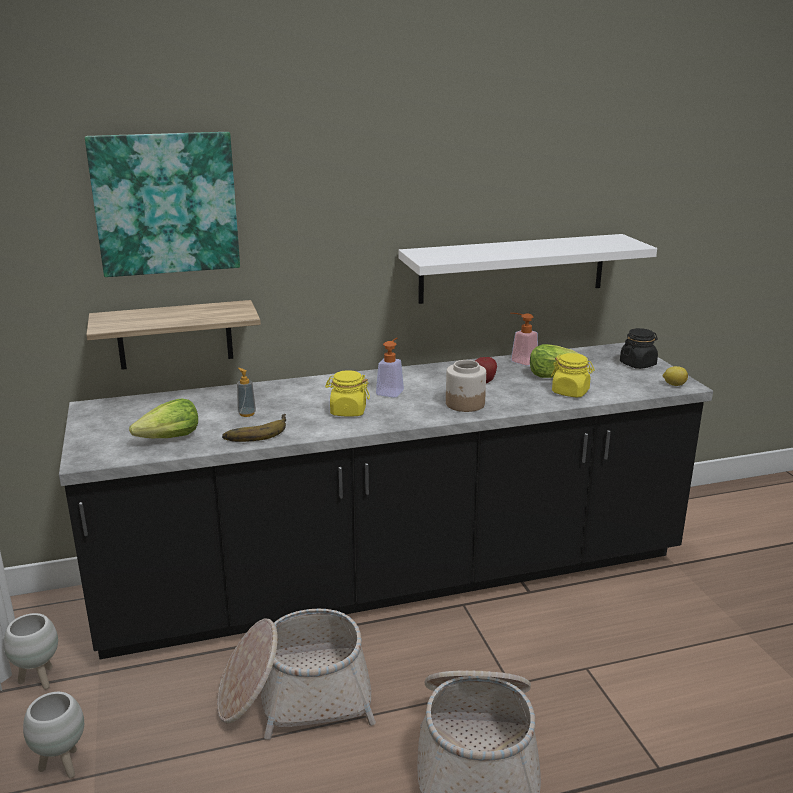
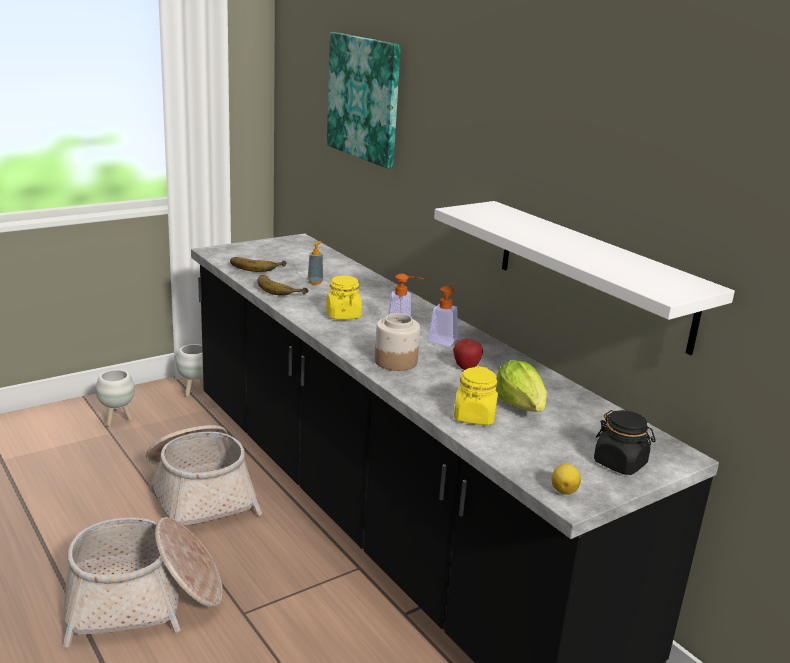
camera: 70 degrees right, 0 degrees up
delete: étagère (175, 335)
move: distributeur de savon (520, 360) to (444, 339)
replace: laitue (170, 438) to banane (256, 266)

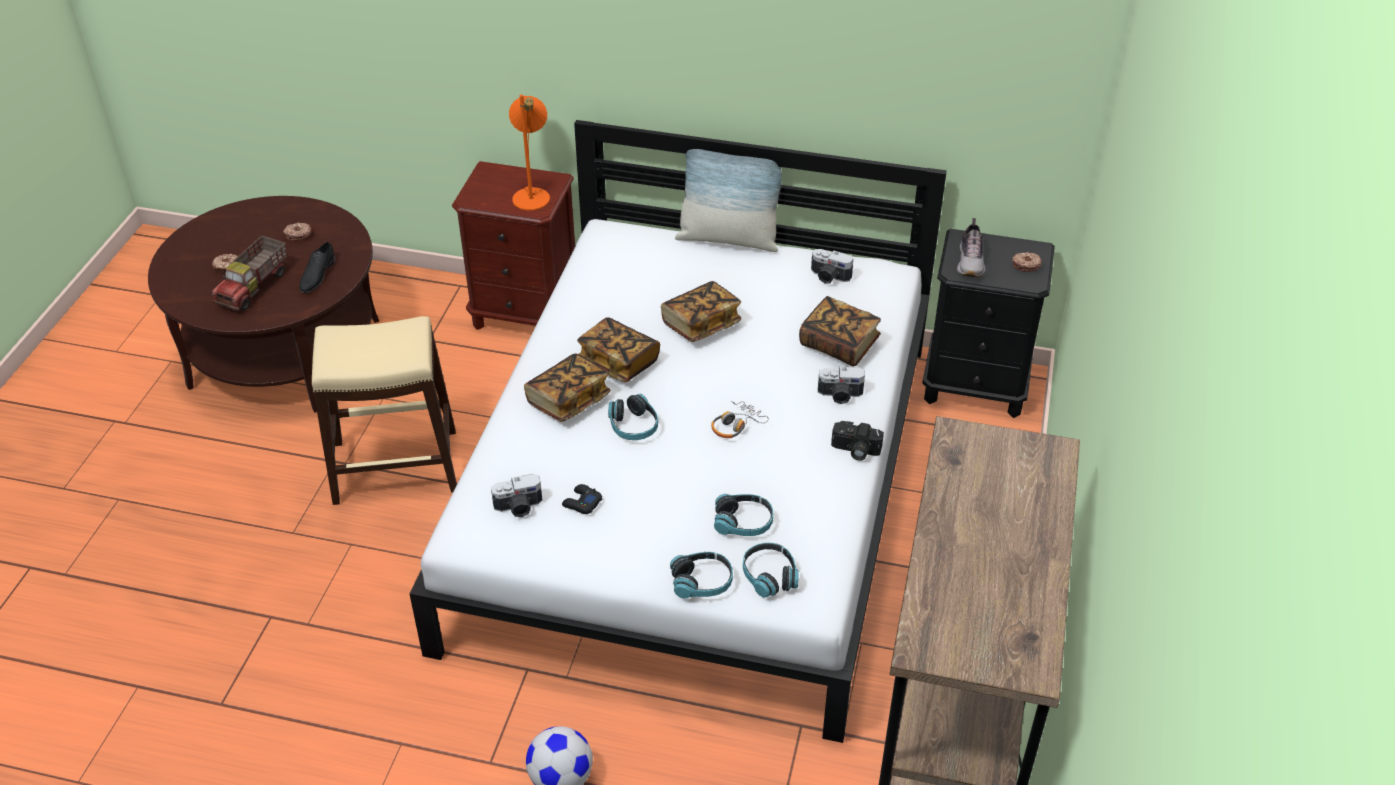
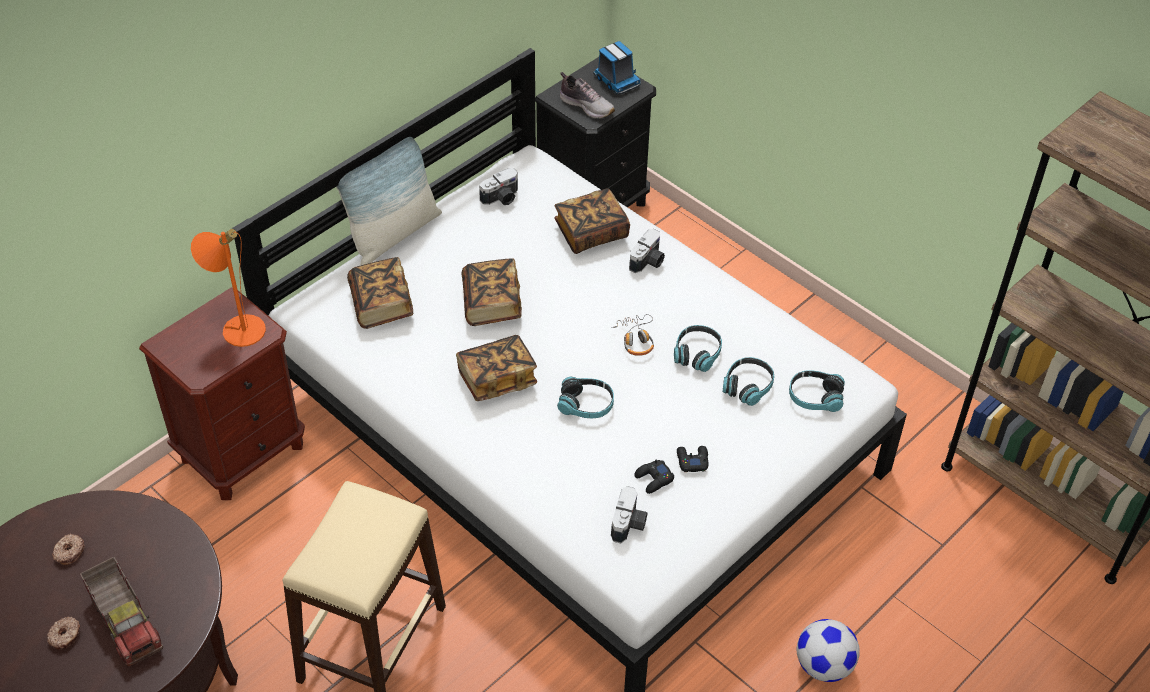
camera: 60 degrees left, 5 degrees up
delete: chaussure [noir] (317, 275); appareil photo (855, 450)
insert: manette [noir] (692, 460)
move: livre (568, 400) to (381, 304); casque audio (702, 582) to (697, 354)
replace: beignet (1026, 265) to camion jouet (616, 80)

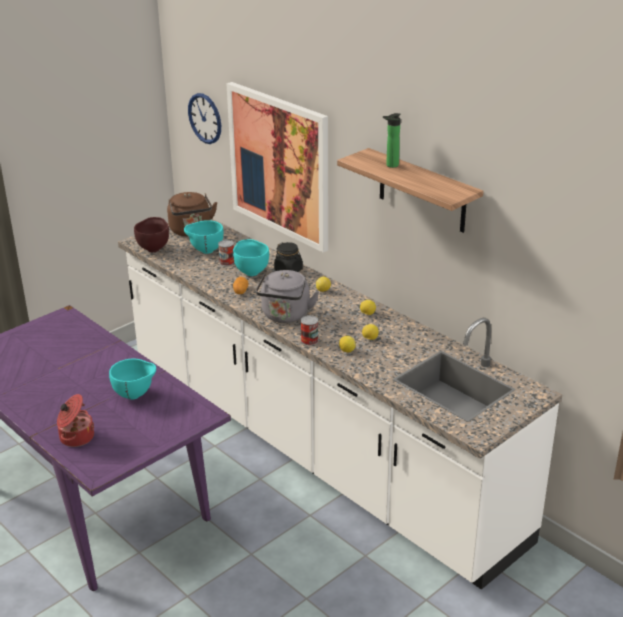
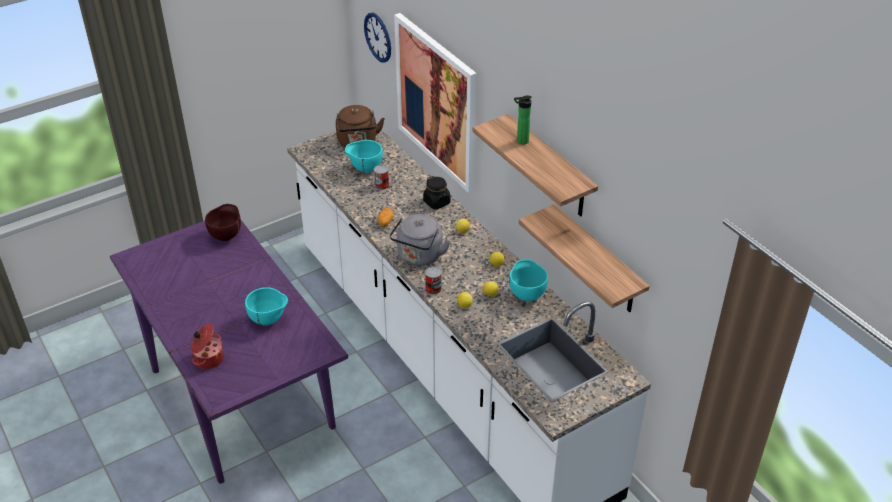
camera: 10 degrees right, 10 degrees up
insert: étagère (597, 261)
move: bol [marron] (154, 248) to (226, 236); bol [turquoise] (251, 272) to (526, 295)

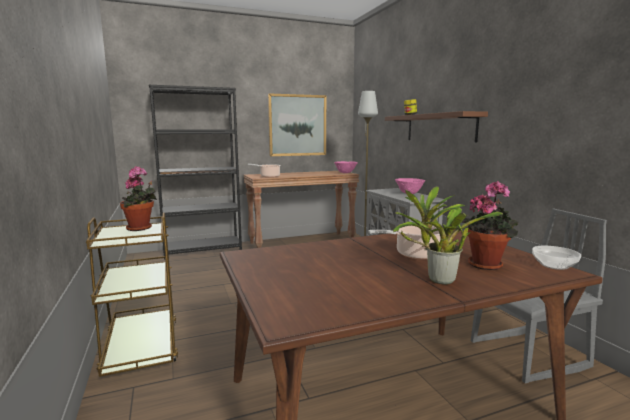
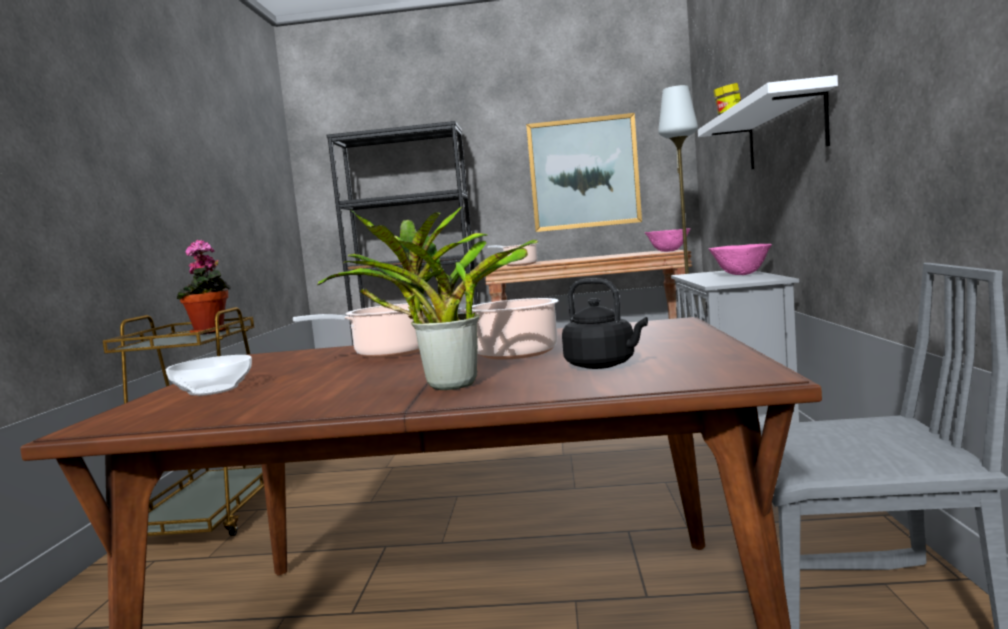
camera: 25 degrees right, 5 degrees down
insert: marmite (387, 353)
move: bol (553, 265) to (214, 390)
replace: plante en pot (487, 264) to bouilloire [noir] (603, 365)
recolor: étagère [marron] (439, 128) to étagère [blanc] (784, 132)

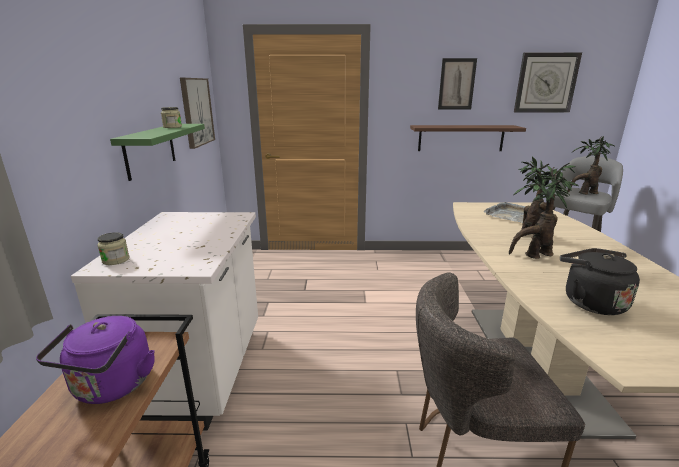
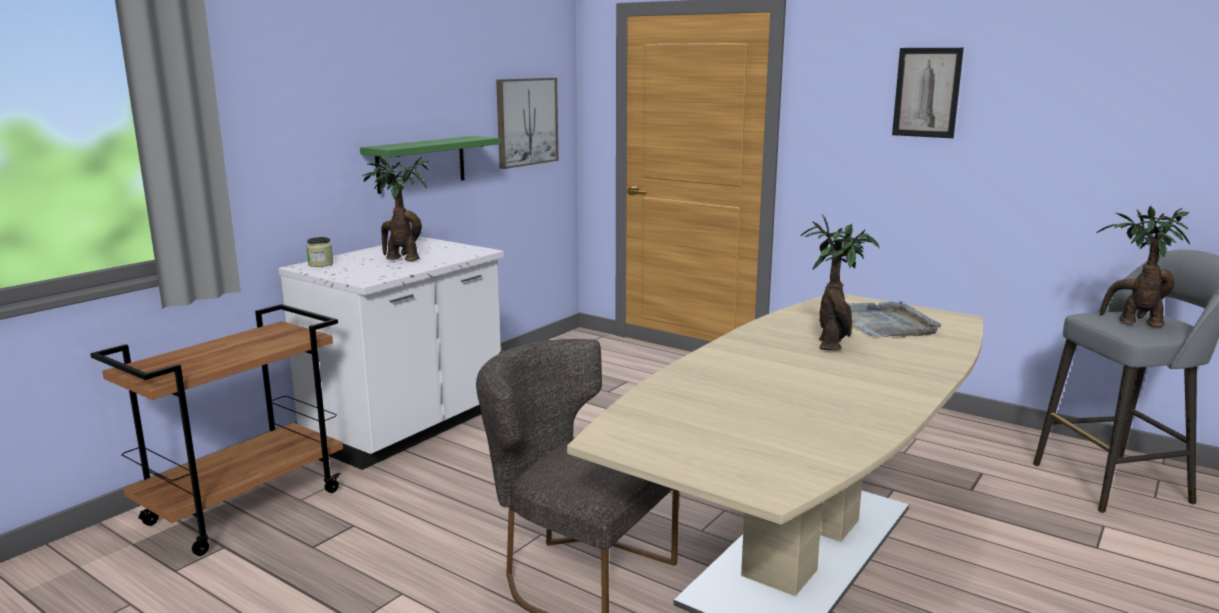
camera: 35 degrees right, 5 degrees down
delete: bouilloire [violet] (111, 387); bocal (172, 127); étagère (461, 138); horloge murale (546, 83); bouilloire [noir] (590, 302)
move: plante en pot (534, 255) to (400, 259)

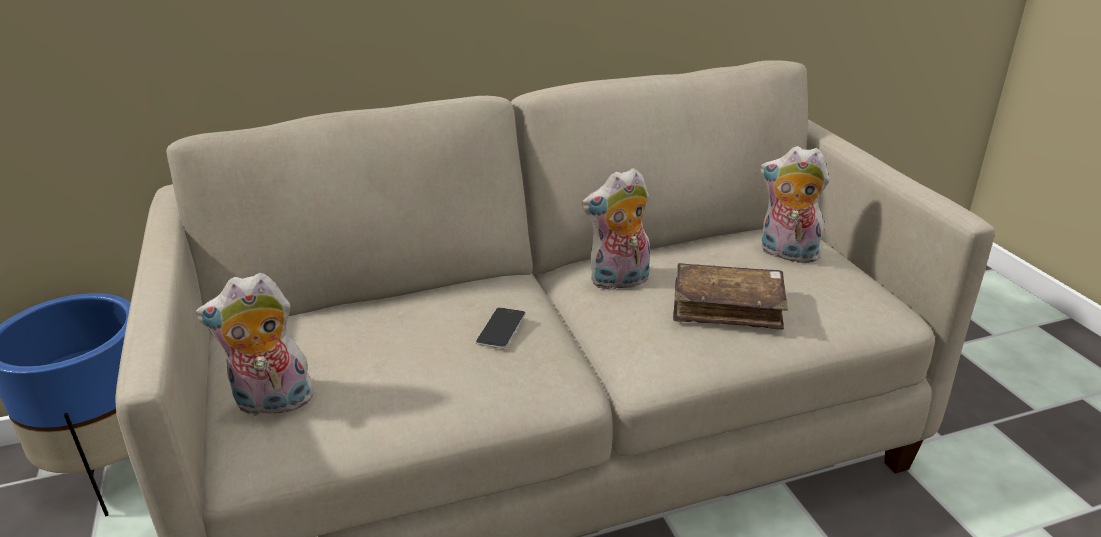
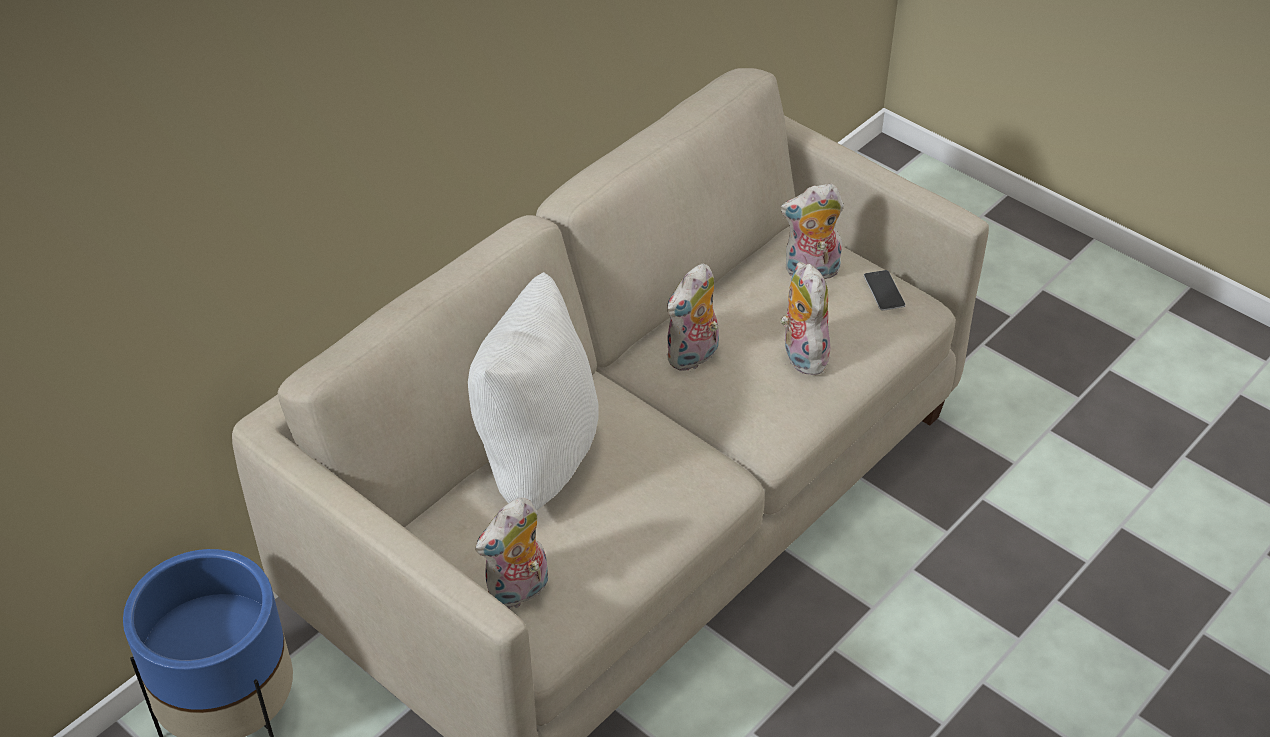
camera: 30 degrees left, 15 degrees up
insert: coussin [blanc] (535, 459)
move: téléphone (501, 328) to (884, 290)
replace: livre [marron] (727, 307) to peluche (801, 354)

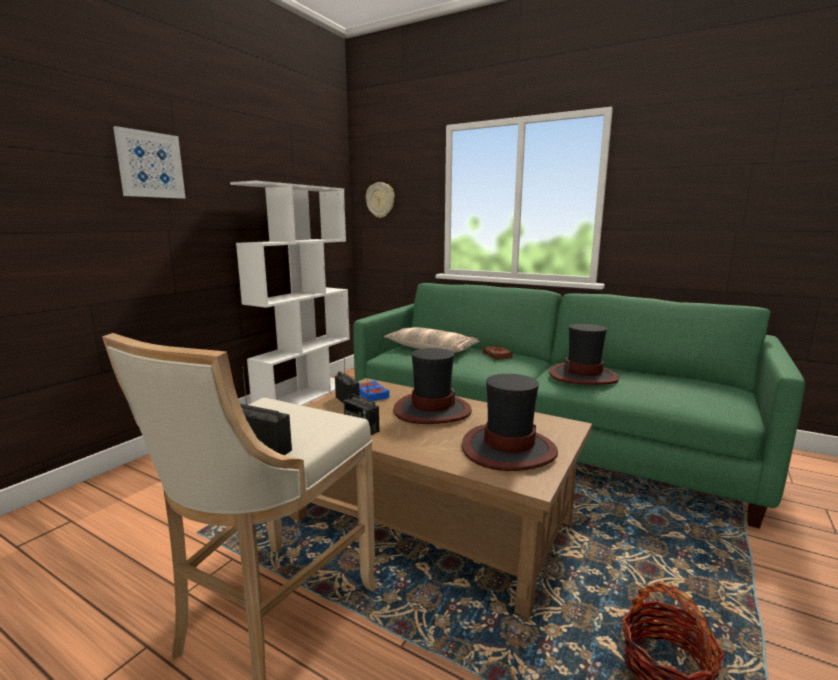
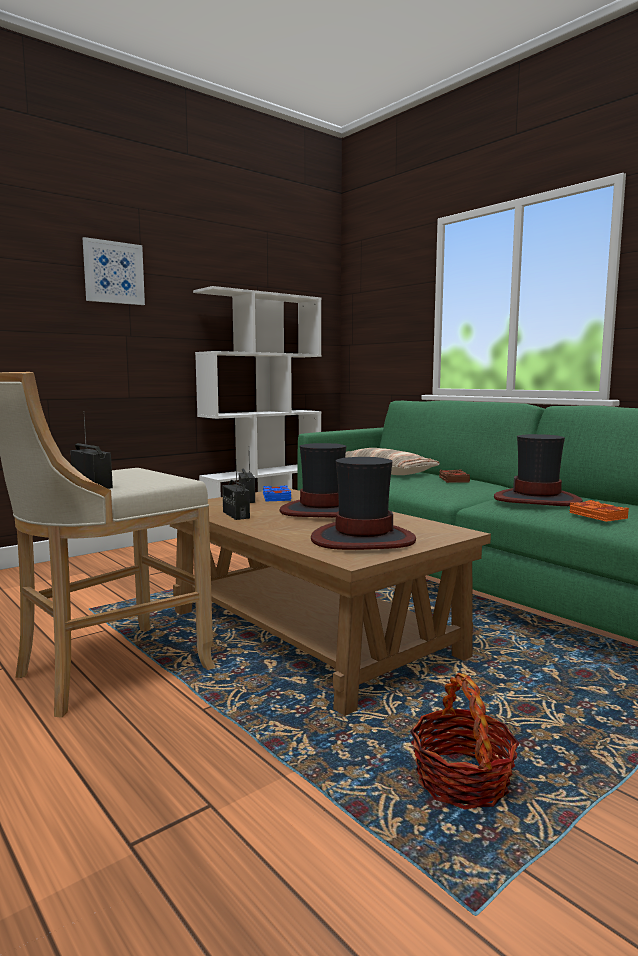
camera: 20 degrees right, 5 degrees down
delete: horloge murale (380, 200)
insert: livre [orange] (597, 516)

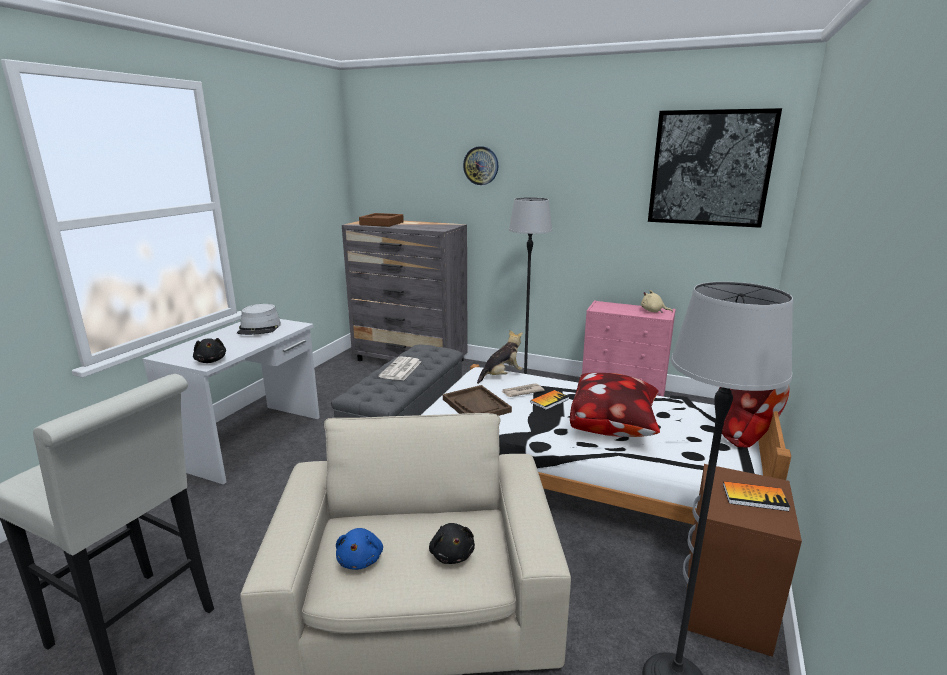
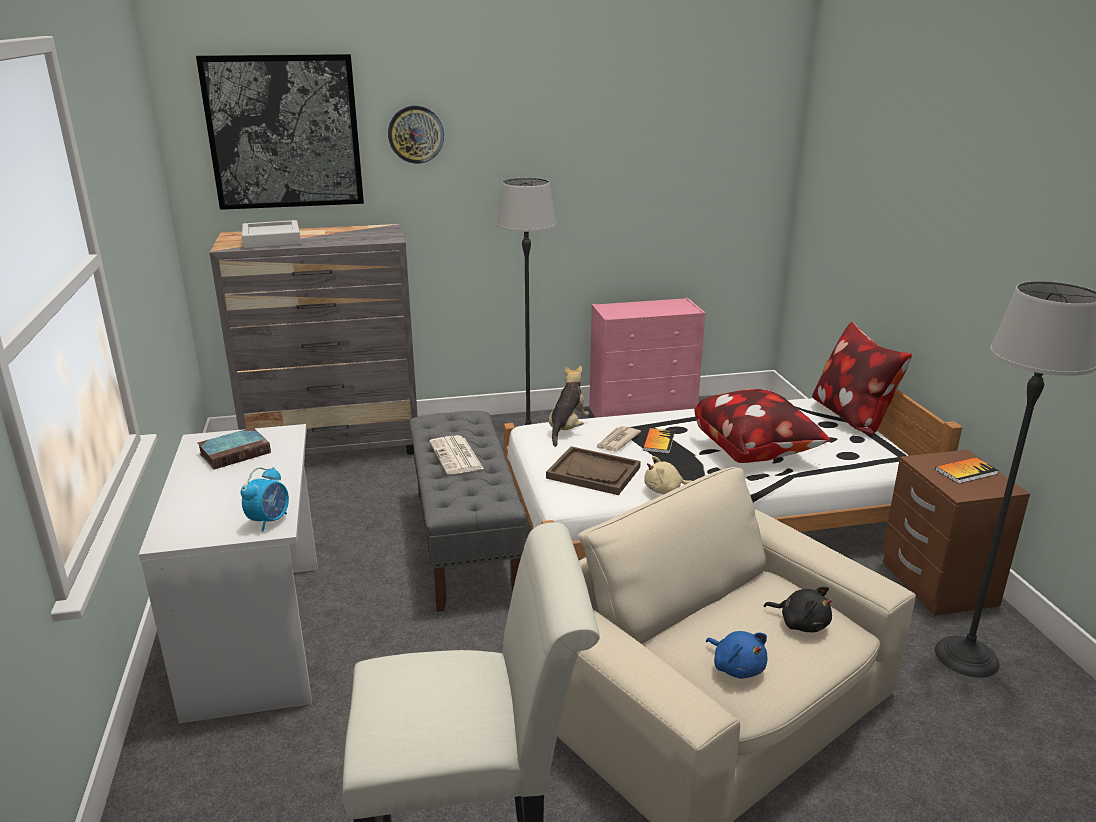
camera: 35 degrees left, 5 degrees up
move: peluche [beige] (653, 311) to (665, 490); tableau (710, 168) to (284, 132)
replace: peluche [noir] (211, 361) to réveil (269, 520); chapeau [gris] (259, 328) to livre (236, 452)
recolor: plateau [marron] (381, 223) to plateau [gris] (272, 240)

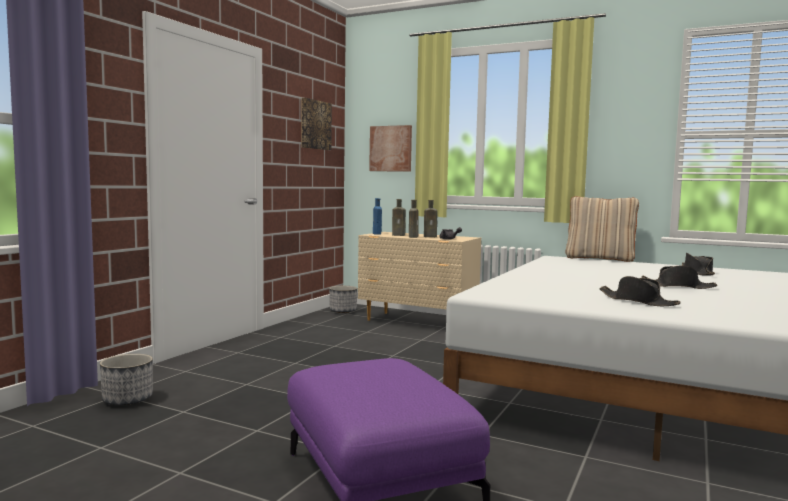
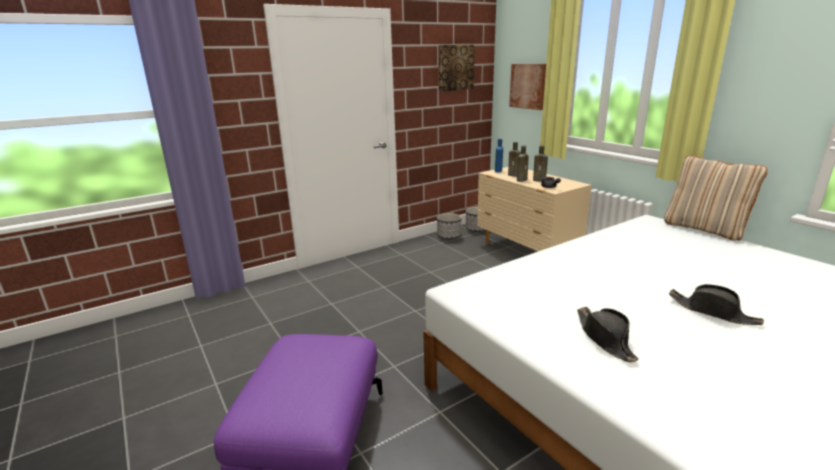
camera: 30 degrees right, 15 degrees up
delete: chapeau [noir] (697, 272)
move: cache-pot (128, 400) to (449, 236)

